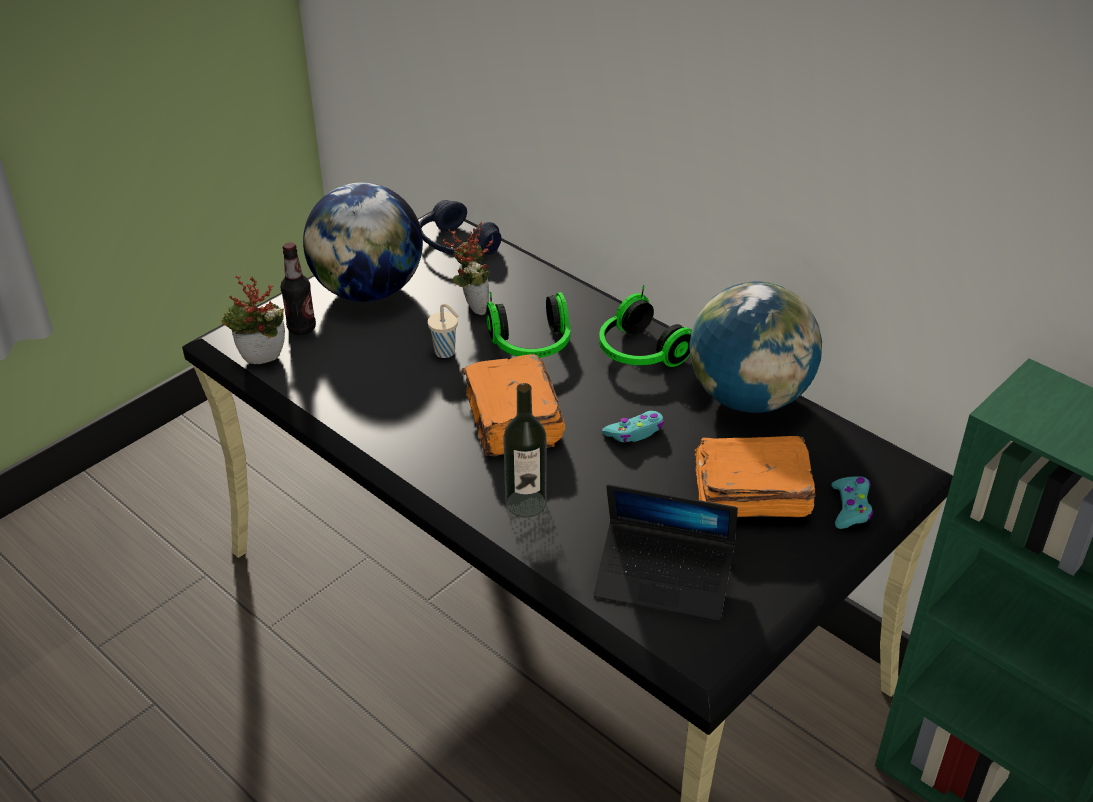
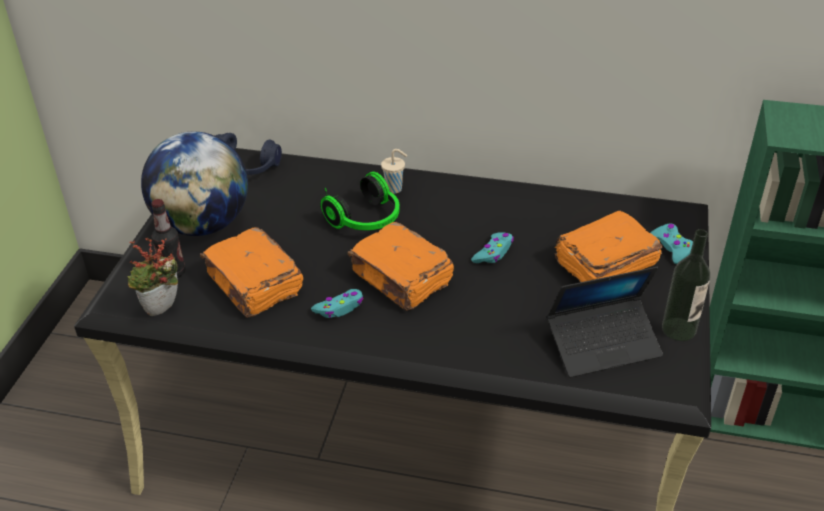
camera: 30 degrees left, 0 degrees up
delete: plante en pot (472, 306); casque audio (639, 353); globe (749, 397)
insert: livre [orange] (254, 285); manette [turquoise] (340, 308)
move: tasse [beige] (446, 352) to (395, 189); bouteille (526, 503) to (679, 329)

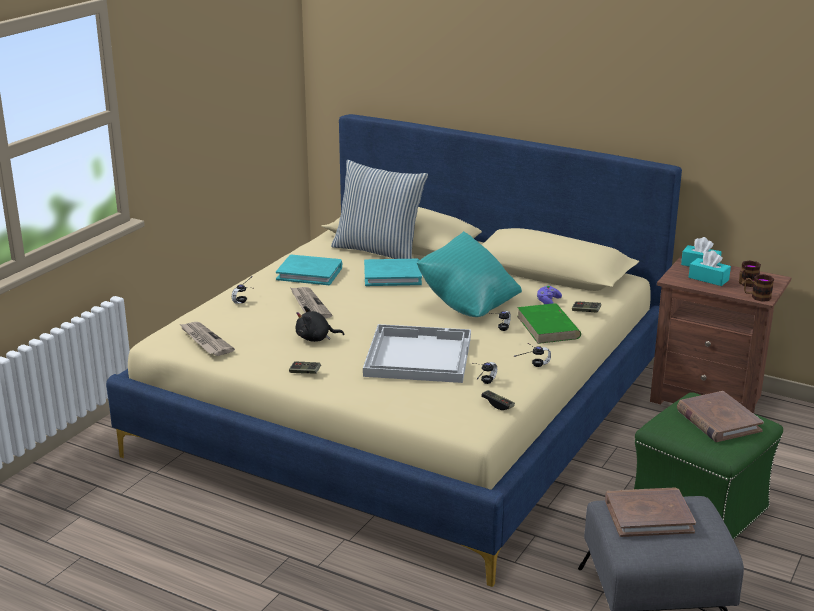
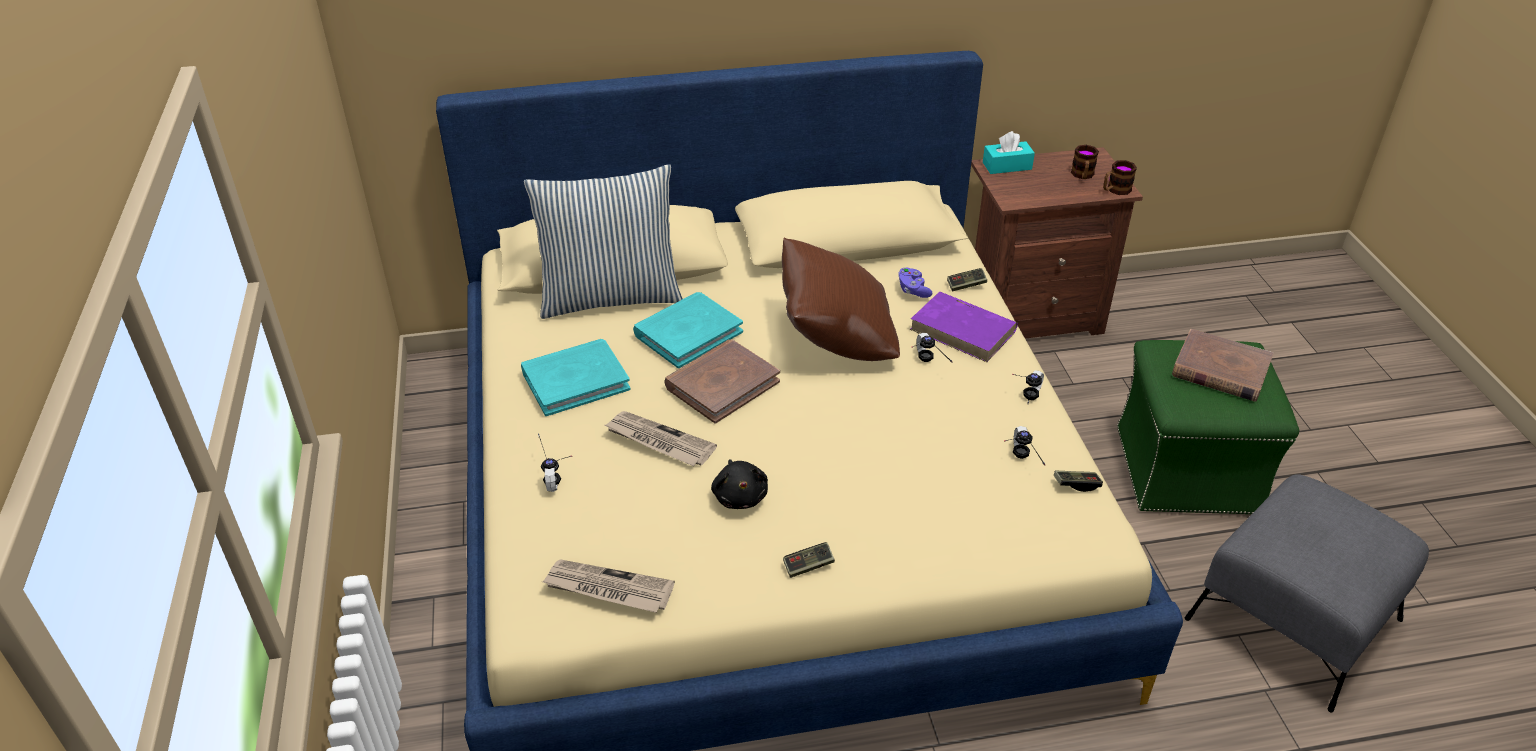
camera: 40 degrees left, 15 degrees up
delete: plateau [blanc] (417, 356); boîte à mouchoirs [turquoise] (708, 279)
move: livre [marron] (648, 516) to (722, 384)
recolor: coussin [turquoise] (468, 305) to coussin [marron] (836, 338); livre [vert] (548, 327) to livre [violet] (963, 330)
rotate: peluche [noir] (316, 338) = (740, 496) 60 degrees counterclockwise

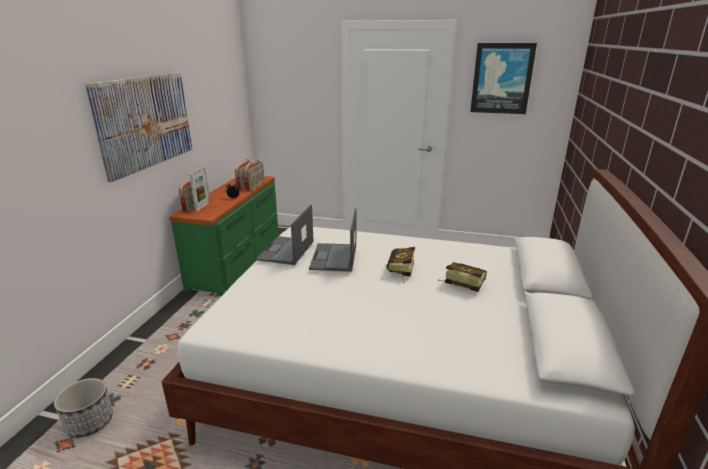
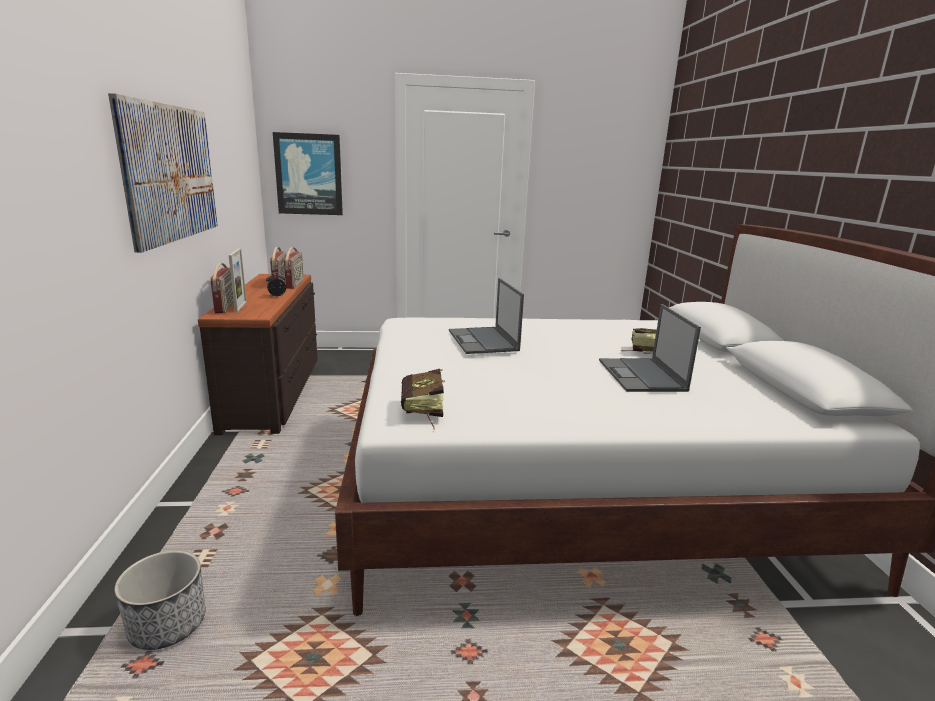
camera: 20 degrees left, 5 degrees down
move: ordinateur portable (286, 251) to (642, 375); livre (400, 272) to (422, 413); tableau (502, 78) to (309, 174)
recolor: commode [vert] (238, 262) to commode [marron] (275, 393)

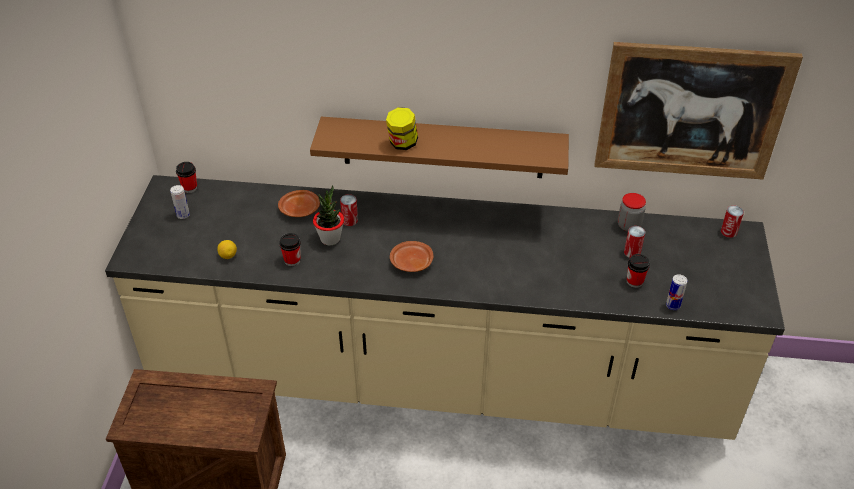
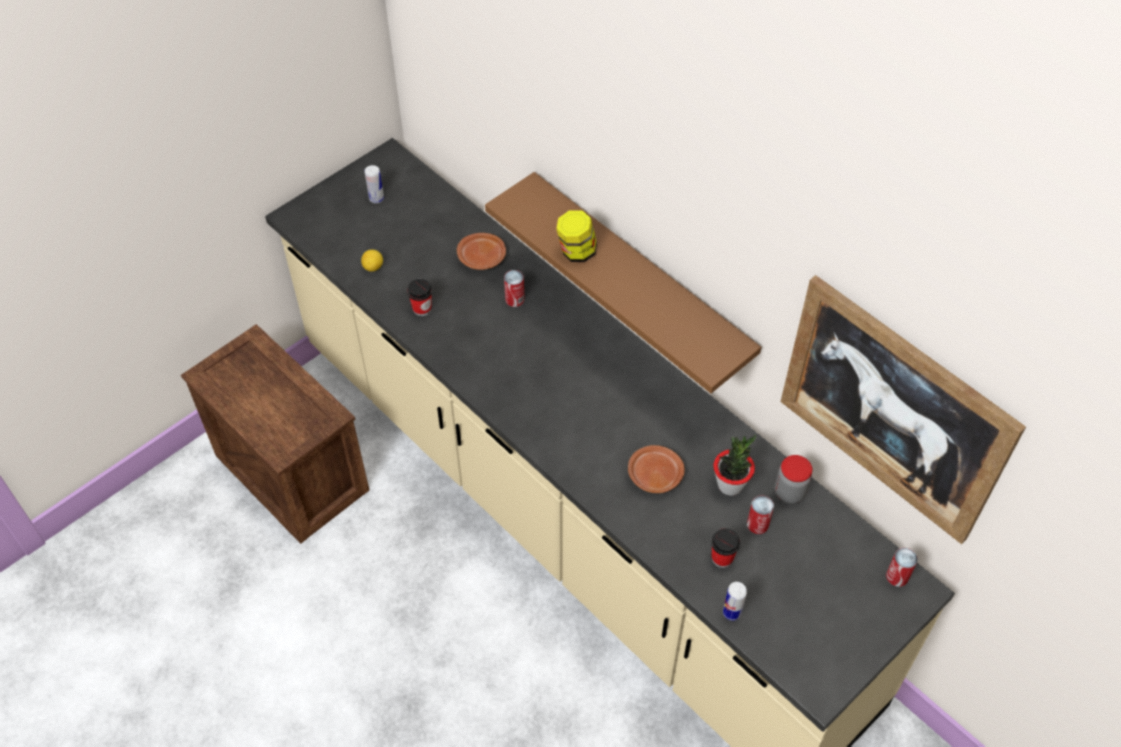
camera: 40 degrees right, 10 degrees up
delete: tasse (189, 188)
move: plante en pot (330, 239) to (730, 484); assiette [marron] (411, 262) to (654, 475)

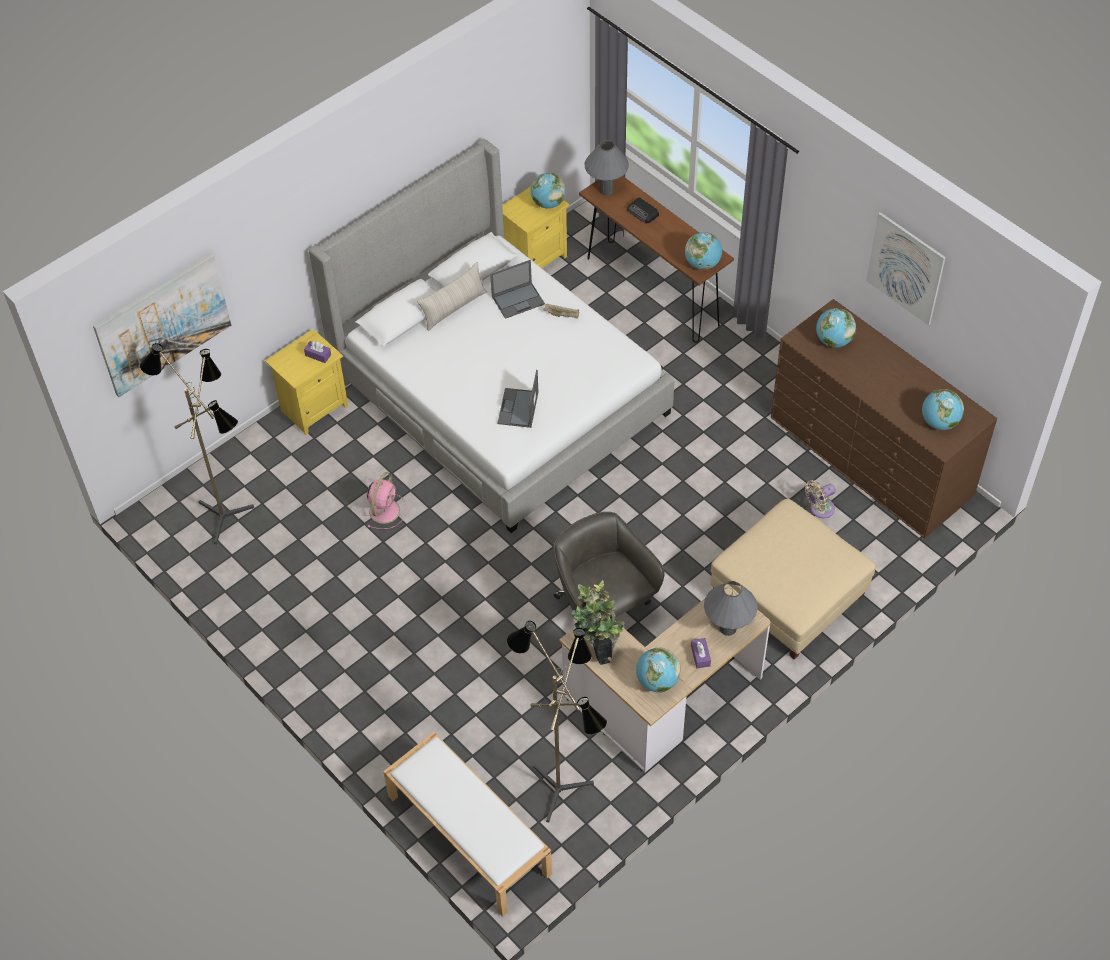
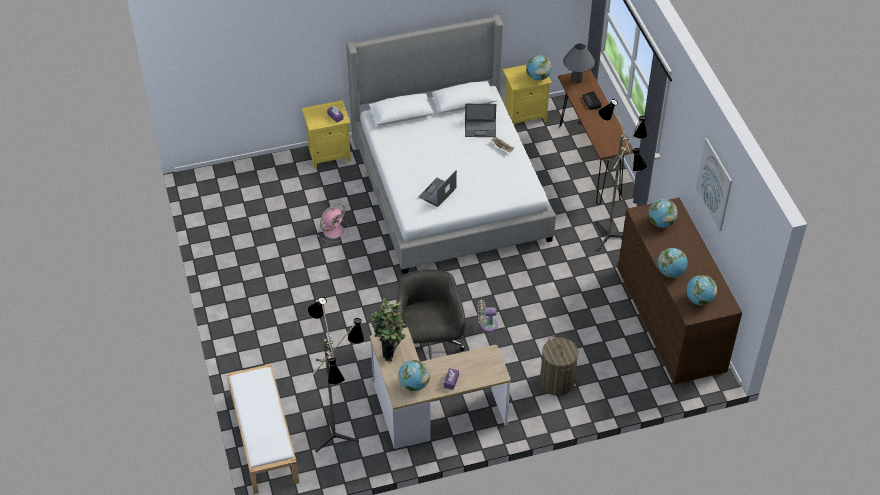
camera: 25 degrees right, 5 degrees down
delete: tableau (163, 324); coussin [beige] (454, 308); lampe de table [gris] (728, 628)
move: lampadaire (227, 513) to (612, 235); globe (702, 264) to (670, 272); ventilateur [beige] (819, 509) to (486, 324)
replace: pouf [beige] (787, 595) to panier à linge (557, 382)

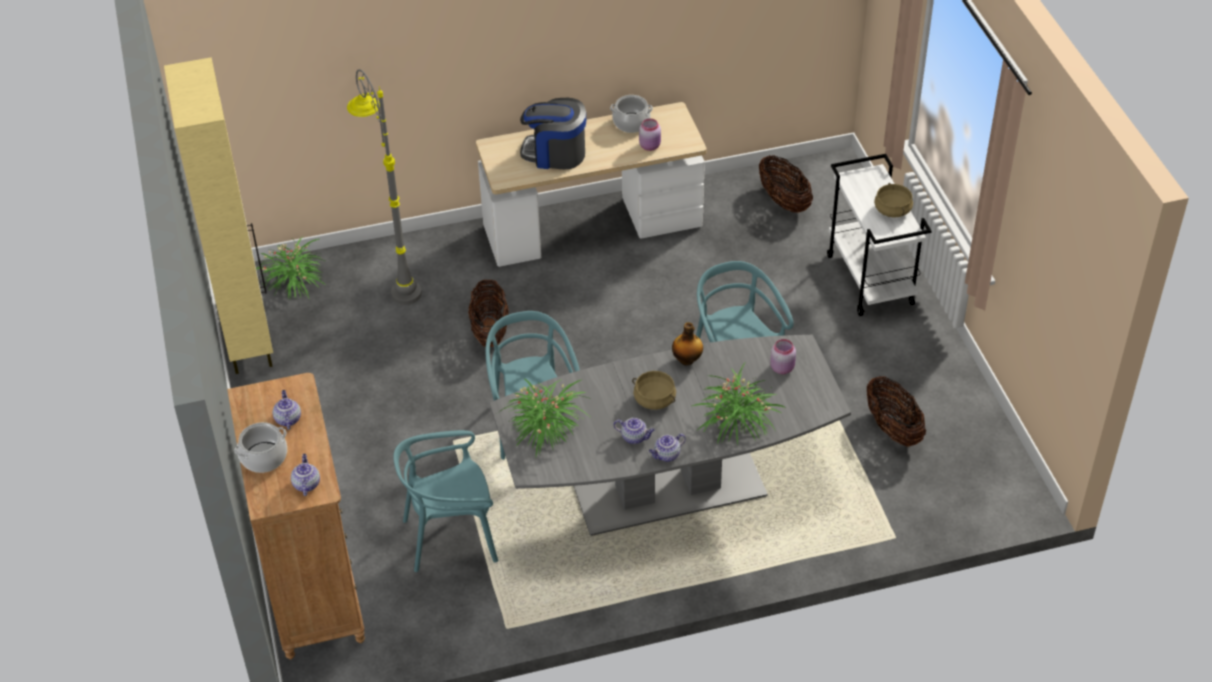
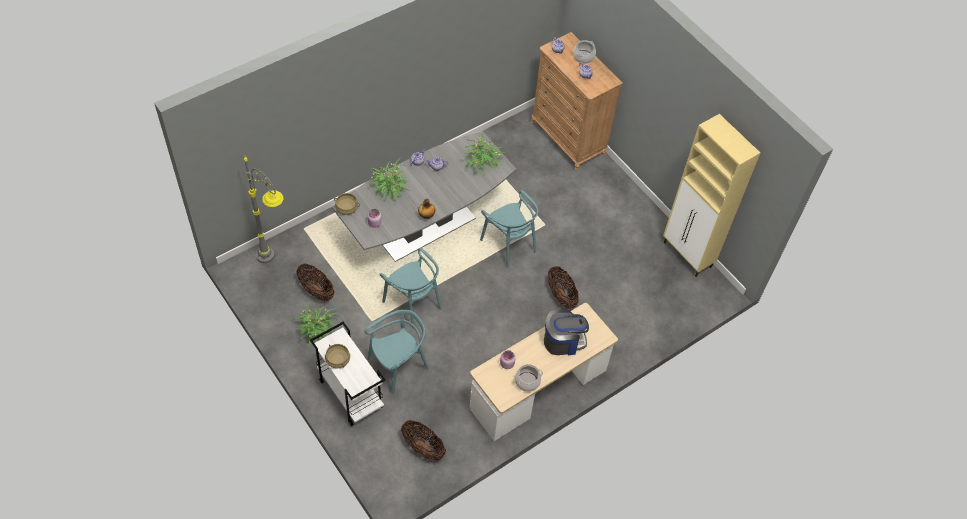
camera: 155 degrees right, 10 degrees up
move: plante en pot (293, 281) to (316, 329); lampadaire [gris] (395, 278) to (276, 264); chaise [turquoise] (451, 537) to (398, 366); marmite [beige] (654, 399) to (347, 208)

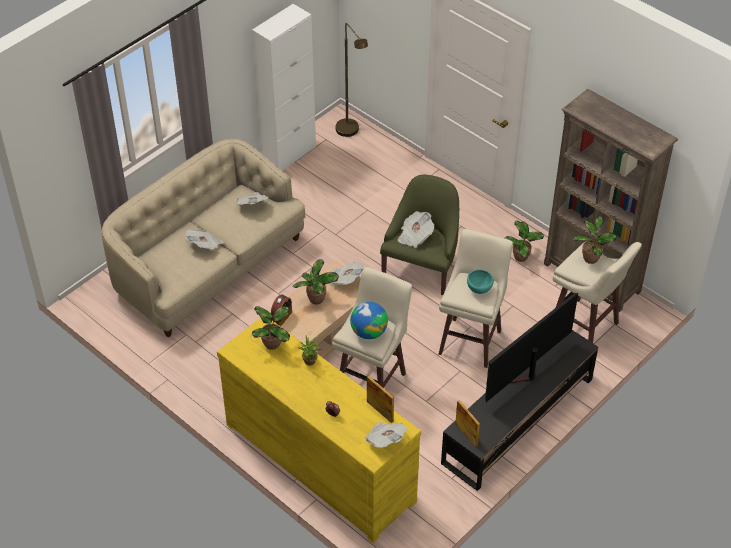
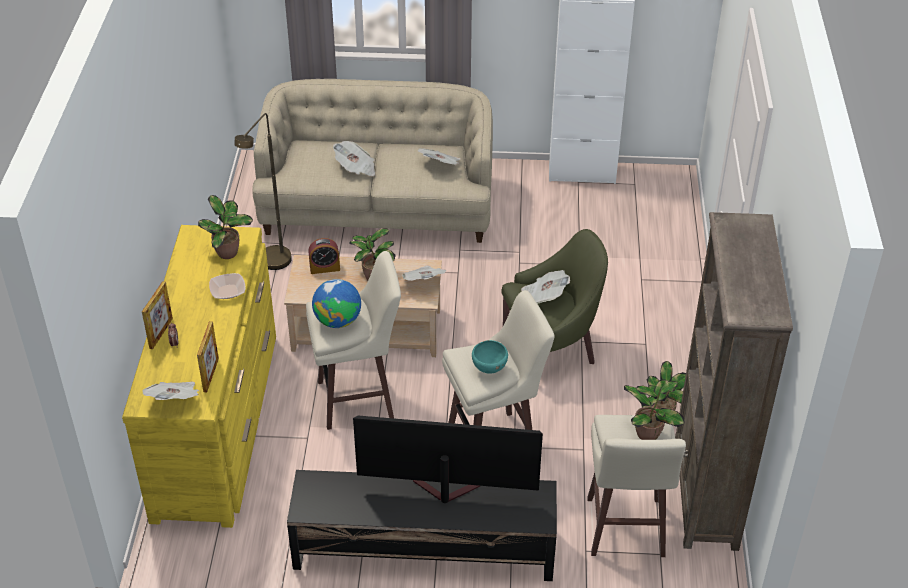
camera: 50 degrees right, 5 degrees down
move: lampadaire [marron] (351, 132) to (272, 265); cadre photo (466, 435) to (161, 333)
replace: plante en pot (310, 363) to bol (228, 291)

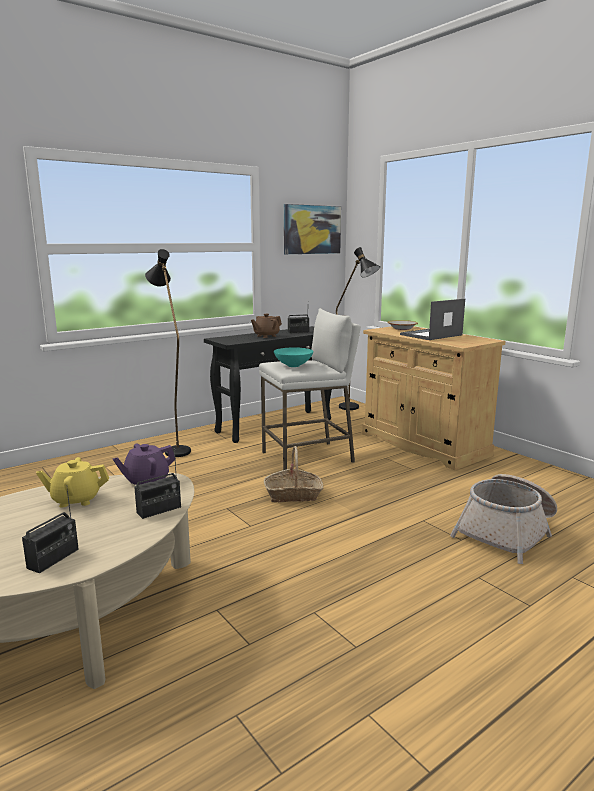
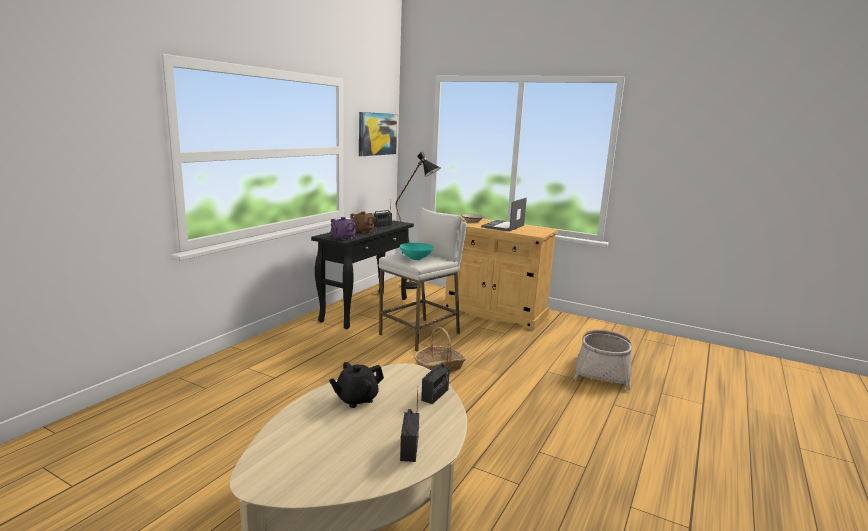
camera: 25 degrees left, 0 degrees up
delete: lampadaire [noir] (174, 449)
move: théière [violet] (146, 481) to (343, 238)
recolor: théière [jaune] (76, 499) to théière [noir] (356, 399)

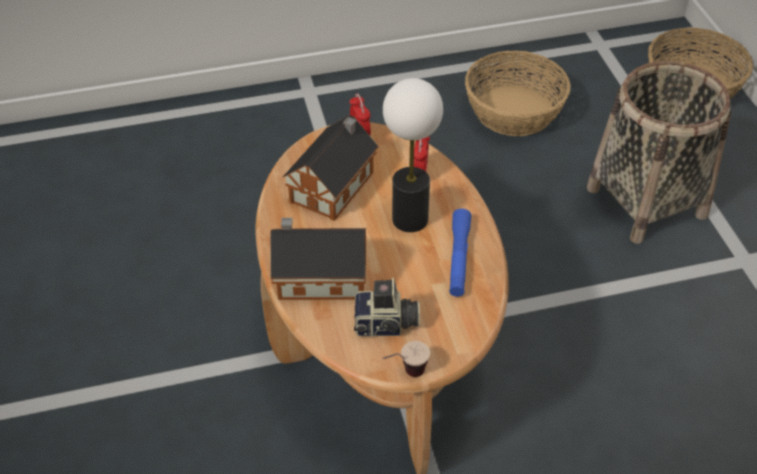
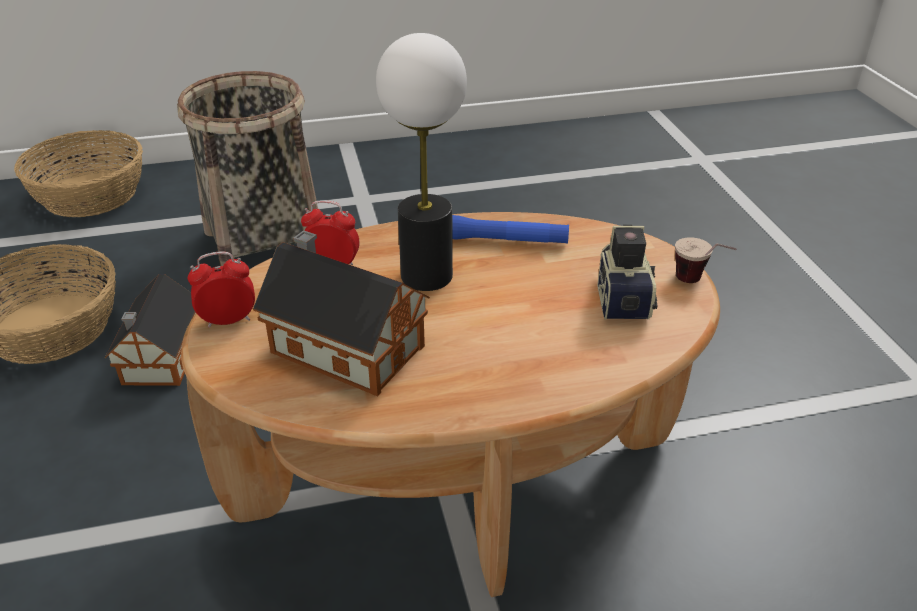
camera: 90 degrees left, 10 degrees down
move: maison miniature (318, 277) to (160, 359)

